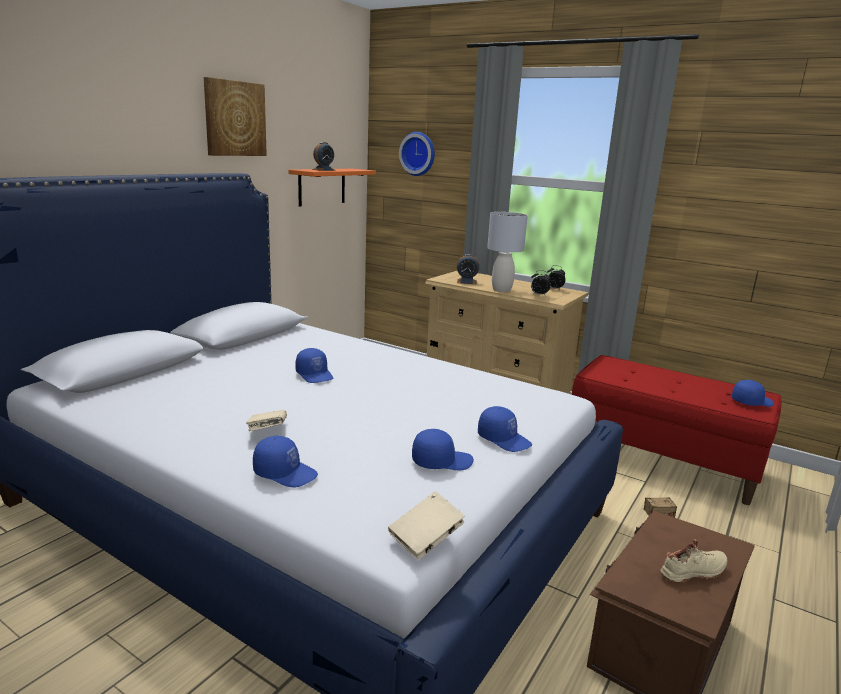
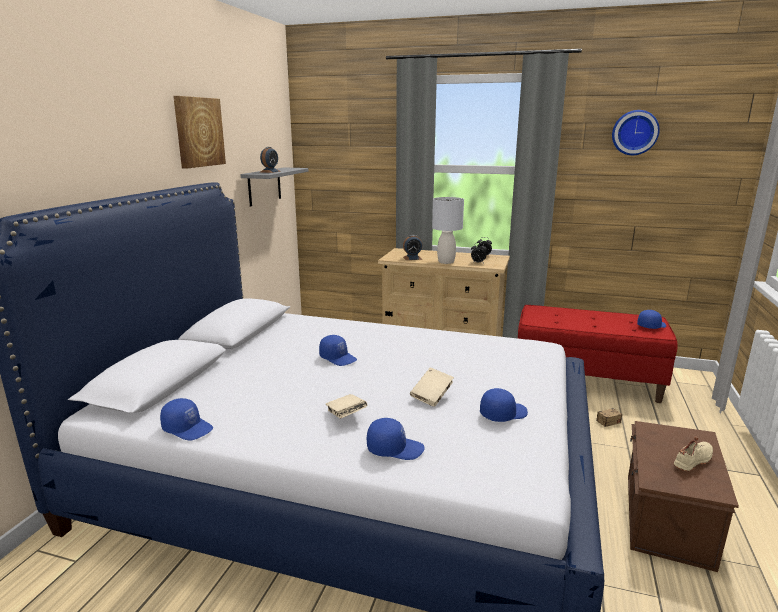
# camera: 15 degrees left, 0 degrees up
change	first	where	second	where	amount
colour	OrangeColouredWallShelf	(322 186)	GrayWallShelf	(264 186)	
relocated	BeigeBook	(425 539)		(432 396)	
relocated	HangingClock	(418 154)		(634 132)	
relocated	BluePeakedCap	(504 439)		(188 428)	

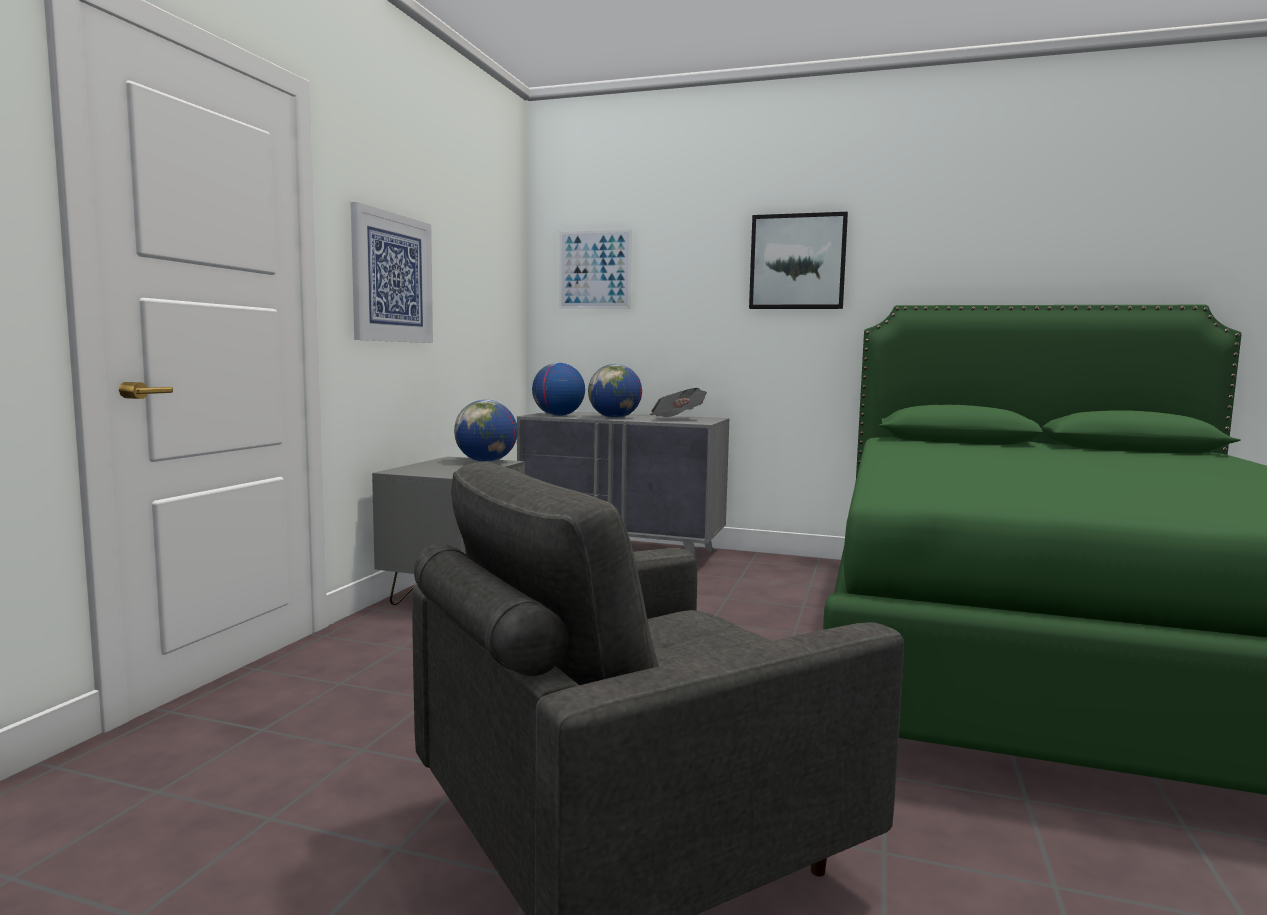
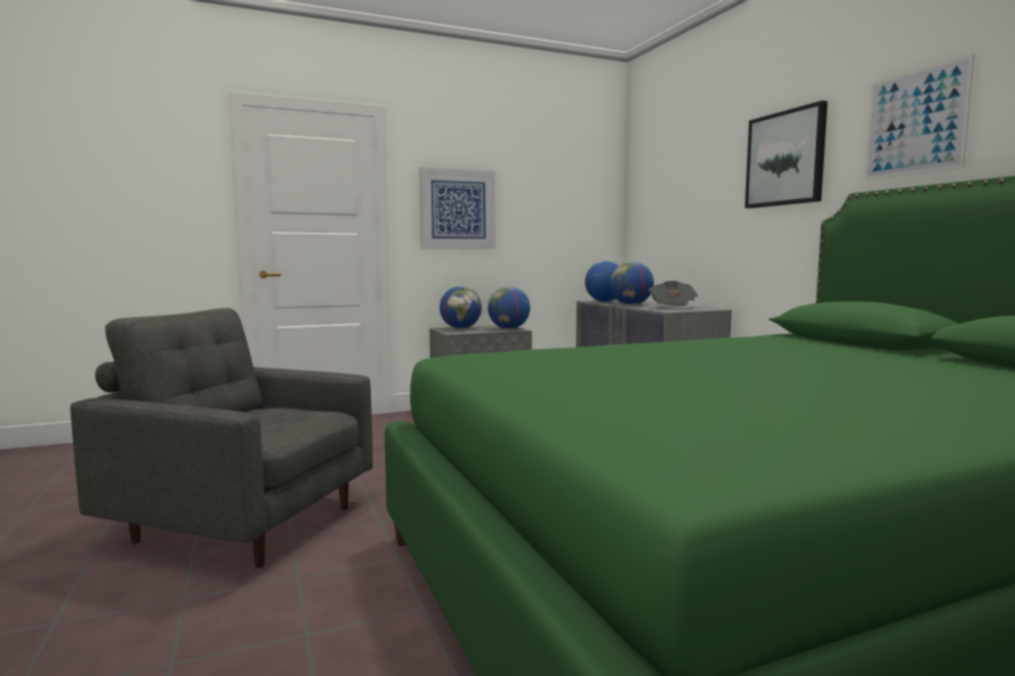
# camera: 50 degrees right, 0 degrees up
change	first	where	second	where	amount
relocated	Picture	(594 270)		(915 122)	
appeared			Globe	(461 328)	

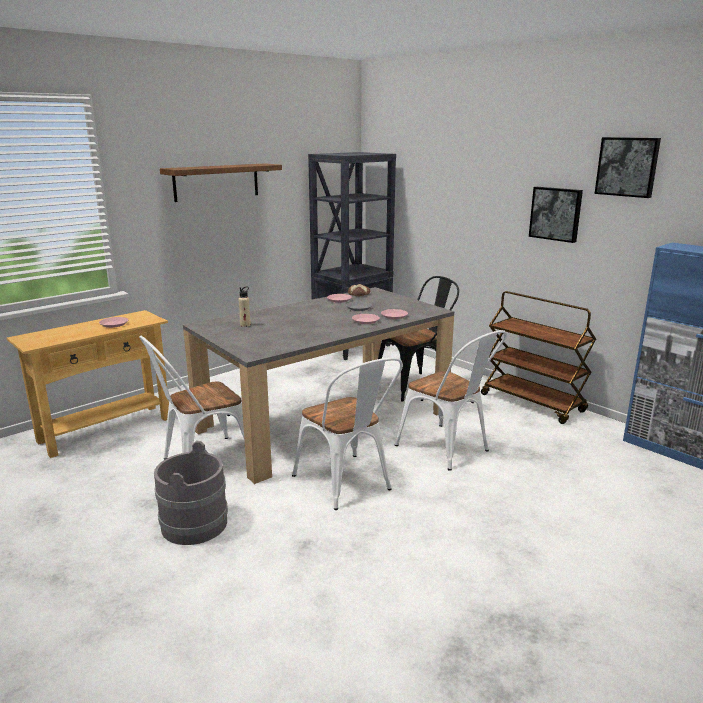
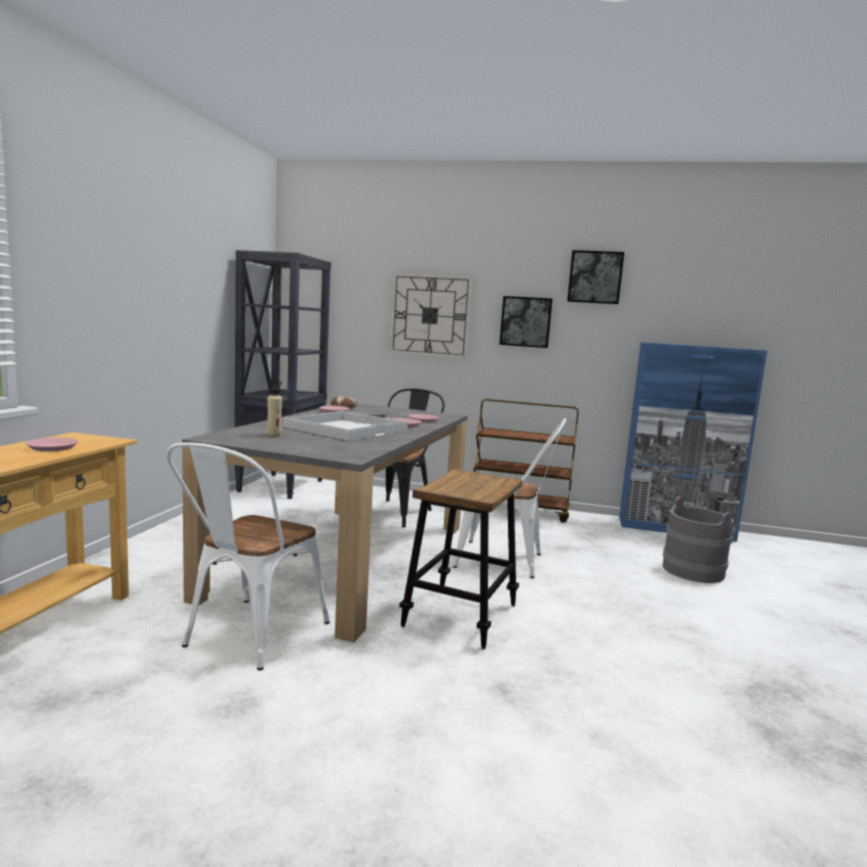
# camera: 35 degrees left, 10 degrees down
change	first	where	second	where	amount
relocated	GrayPail	(194 524)		(693 570)	
missing	WallShelf	(216 182)			
exchanged	WhiteColouredUprightChair	(347 485)	SittingStool	(460 615)	
appeared			WhiteColouredTray	(345 428)	
appeared			HangingClock	(430 315)	

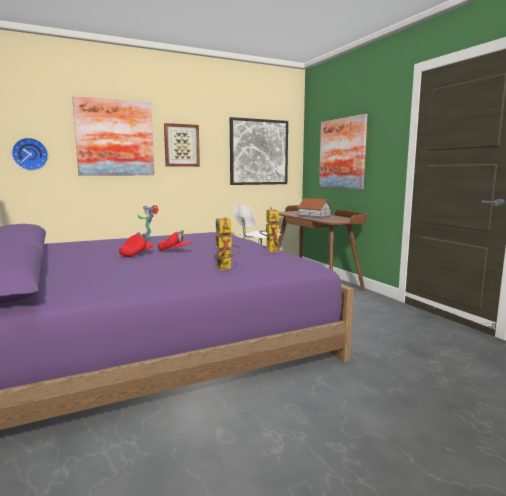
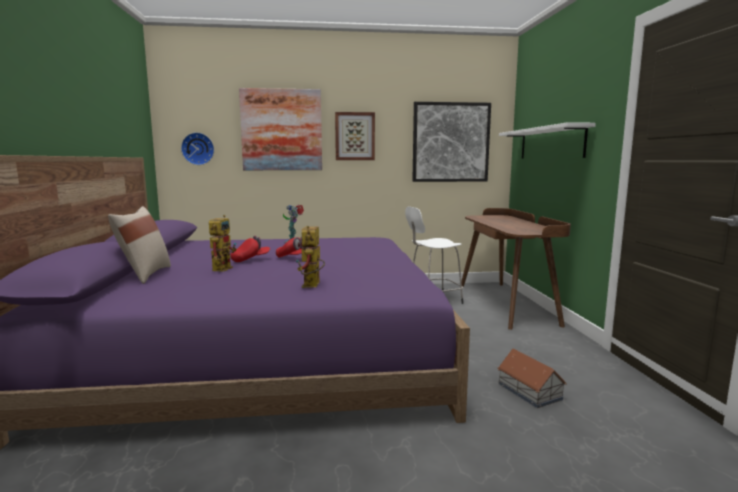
# camera: 20 degrees right, 0 degrees up
change	first	where	second	where	amount
relocated	ToyRobot	(270 249)		(223 268)	
relocated	ModelHouse	(314 217)		(529 391)	
exchanged	Picture	(342 153)	WhiteColouredWallShelf	(550 143)	
appeared			BeigePillow	(144 275)	

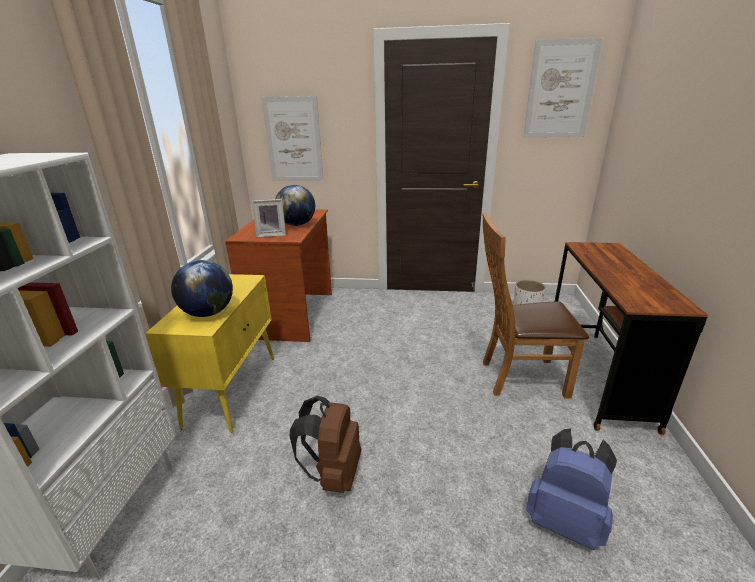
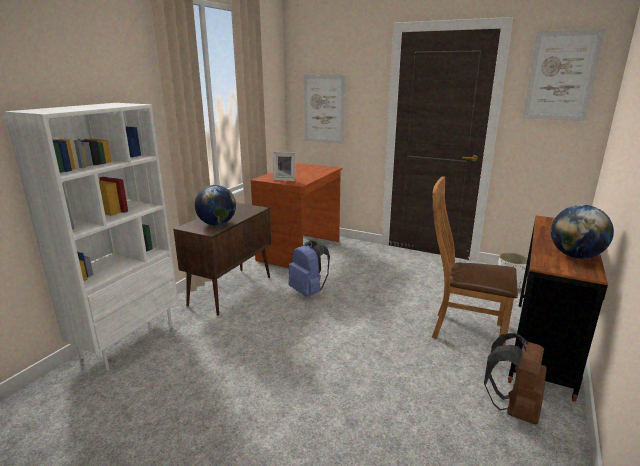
# camera: 20 degrees right, 5 degrees down
change	first	where	second	where	amount
colour	YellowStorageCabinet	(232 389)	BrownColouredStorageCabinet	(231 290)	
relocated	Globe	(297 225)		(575 256)	
relocated	BrownColouredRucksack	(333 473)		(514 408)	
relocated	BlueRucksack	(565 520)		(308 291)	

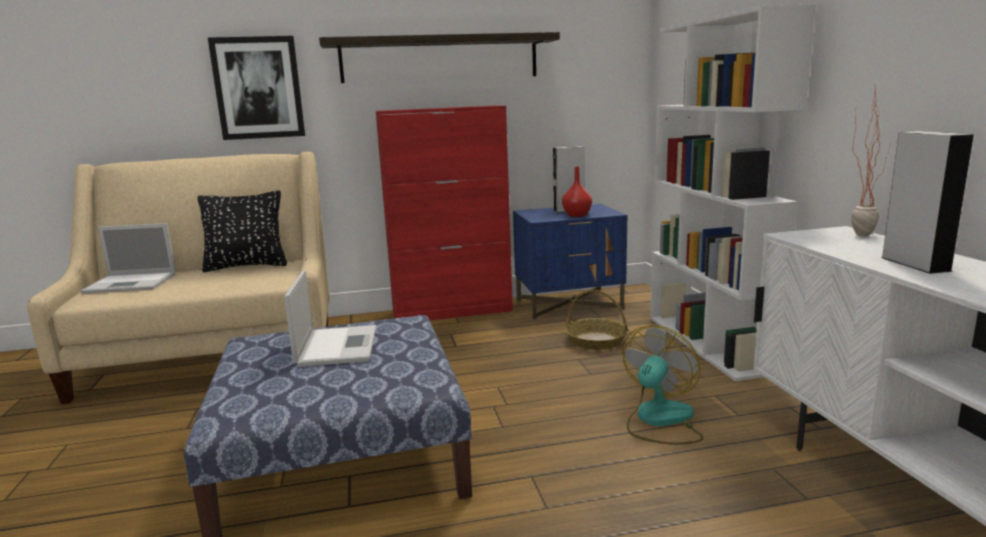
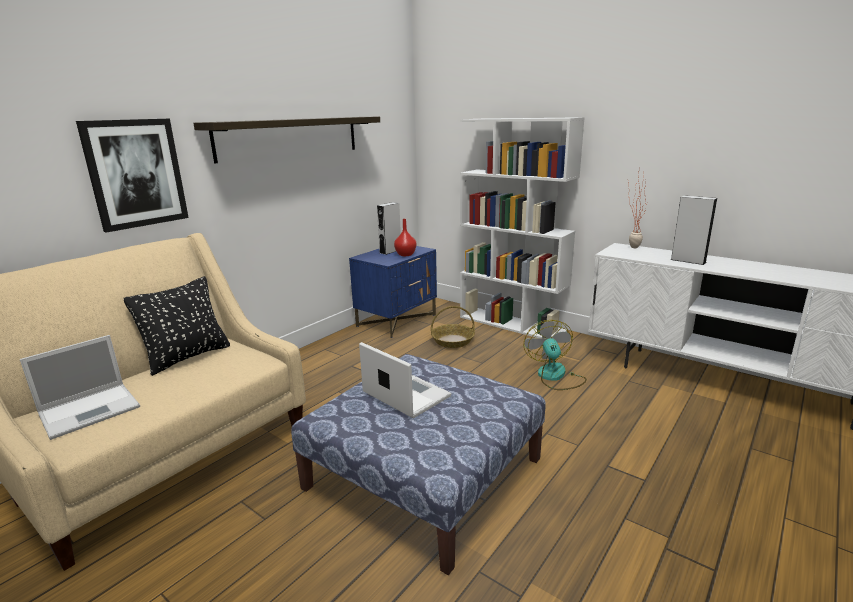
# camera: 40 degrees left, 5 degrees up
change	first	where	second	where	amount
missing	ReddishStorageCabinet	(453 311)			

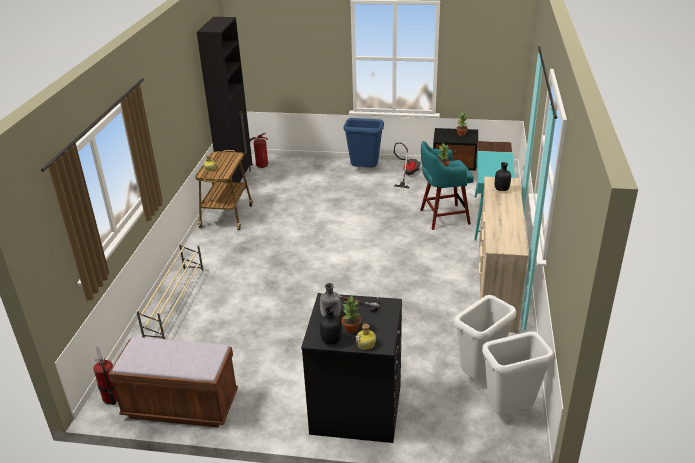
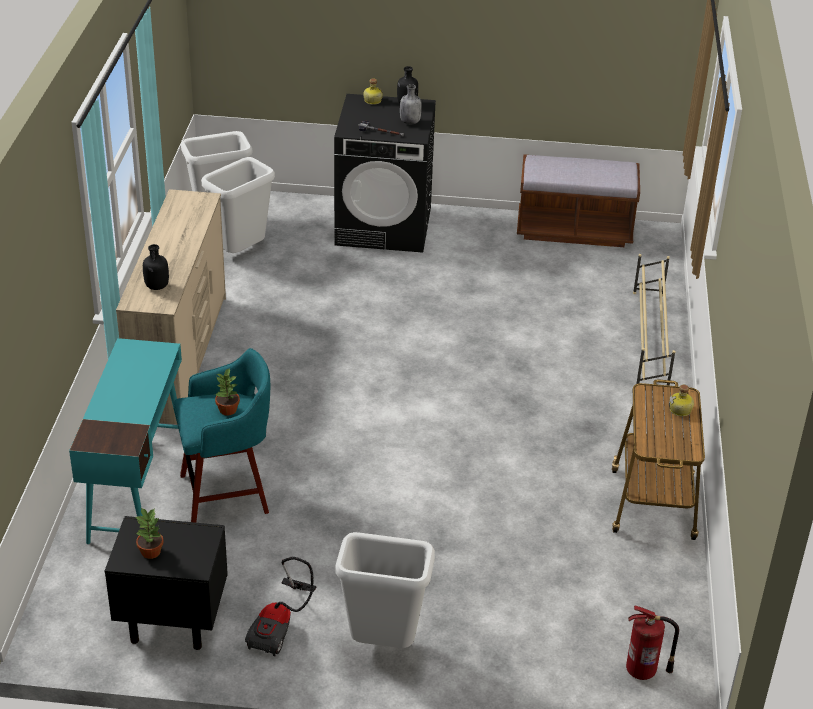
# camera: 175 degrees right, 5 degrees up
change	first	where	second	where	amount
missing	FireFightingCylinder	(111 398)			
missing	BlackishStorageCabinet	(237 180)			
missing	Houseplant	(351 329)			
colour	BlueRubbishBin	(365 170)	WhiteColouredRubbishBin	(382 646)	

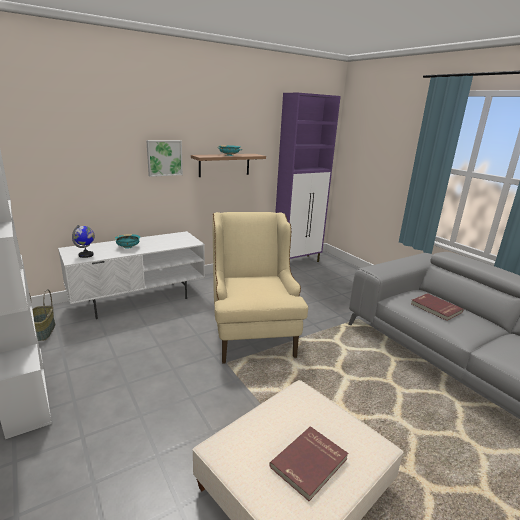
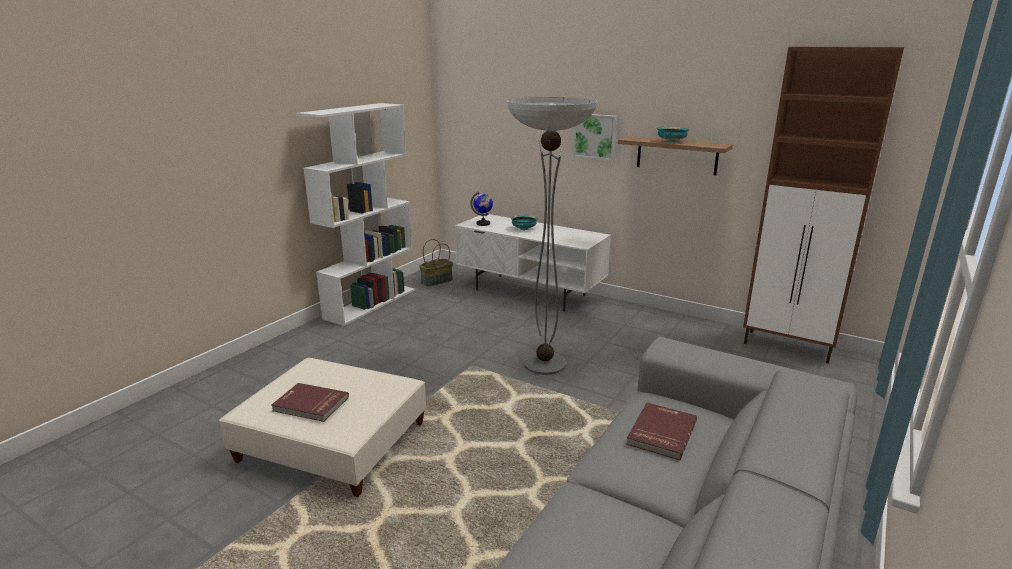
# camera: 65 degrees right, 0 degrees up
change	first	where	second	where	amount
exchanged	BeigeArmchair	(252 331)	StandingLamp	(544 363)	
colour	PurpleColouredStorageCabinet	(297 262)	BrownColouredStorageCabinet	(788 347)	

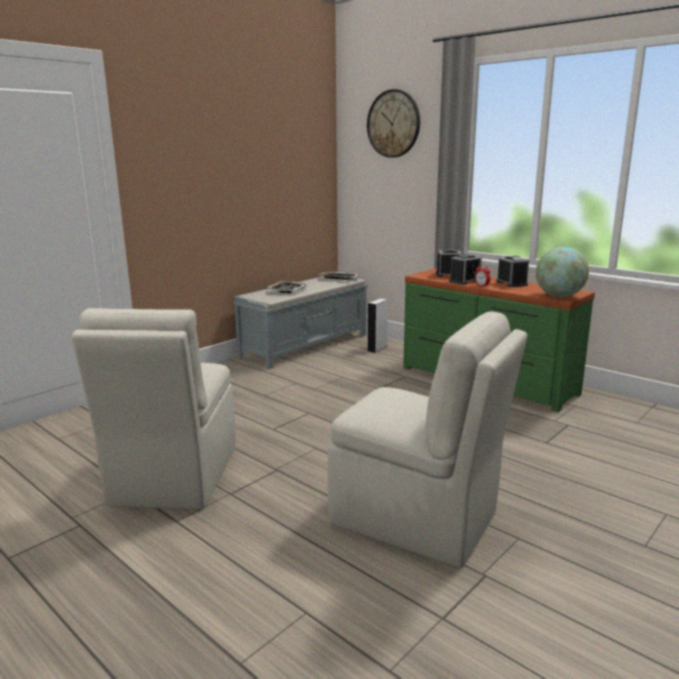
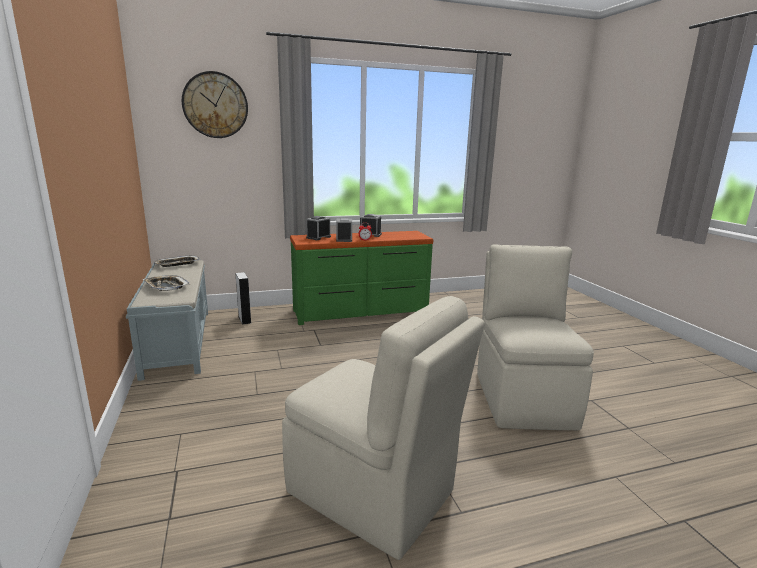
# camera: 60 degrees left, 0 degrees up
change	first	where	second	where	amount
spun	BeigeUprightChair	(418 519)		(523 398)	60 degrees counterclockwise
missing	Globe	(559 296)			

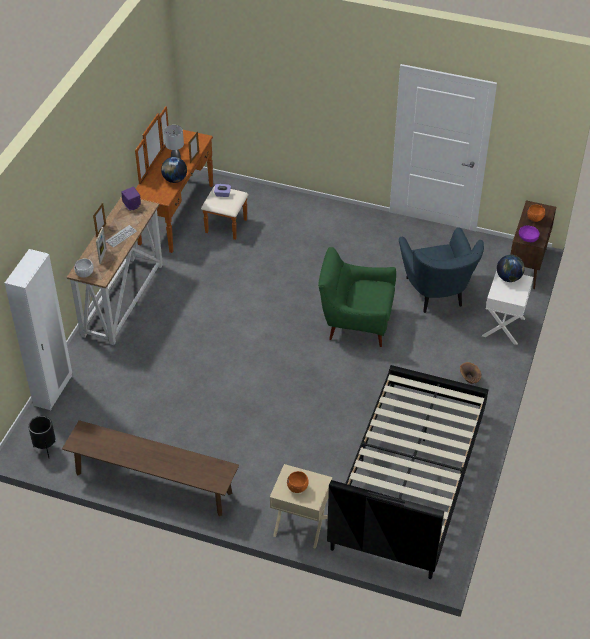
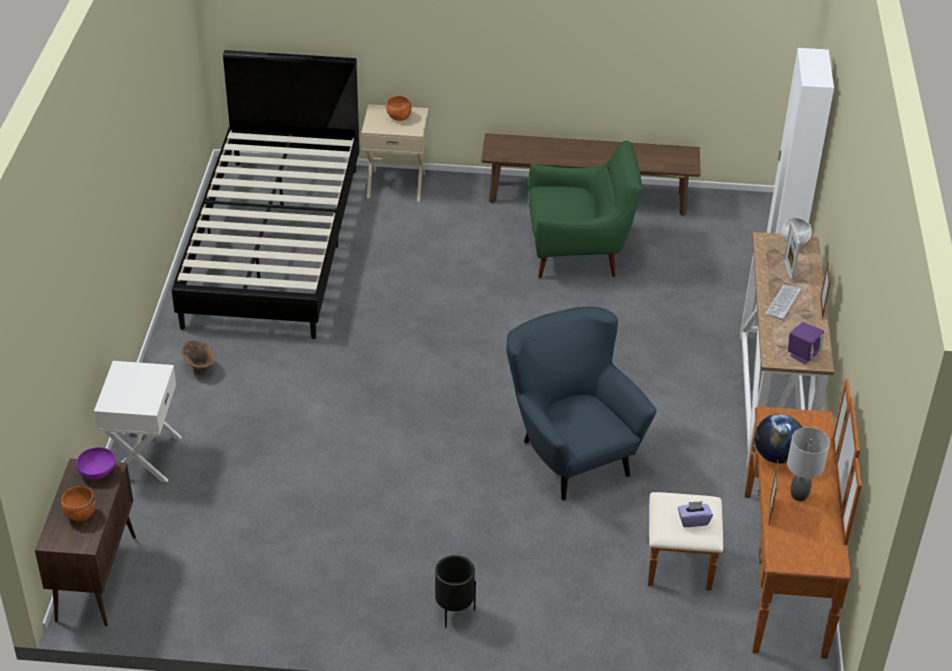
# camera: 165 degrees right, 5 degrees down
change	first	where	second	where	amount
relocated	BlackishFlowerPot	(45 449)		(454 612)	
relocated	GreenishArmchair	(355 323)		(579 252)	
relocated	BlueArmchair	(436 295)		(569 453)	
missing	Globe	(508 278)			

